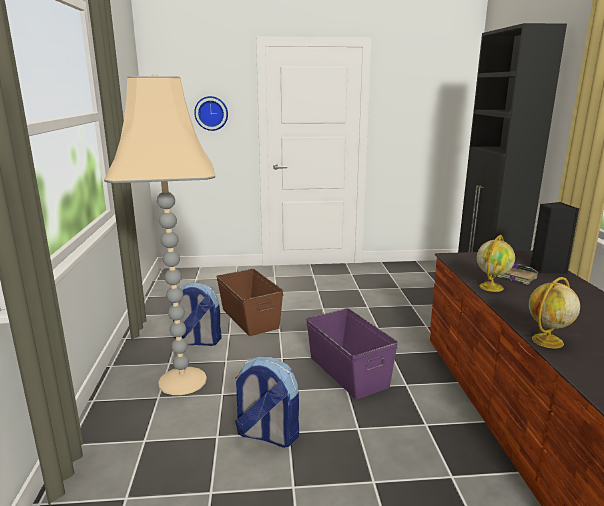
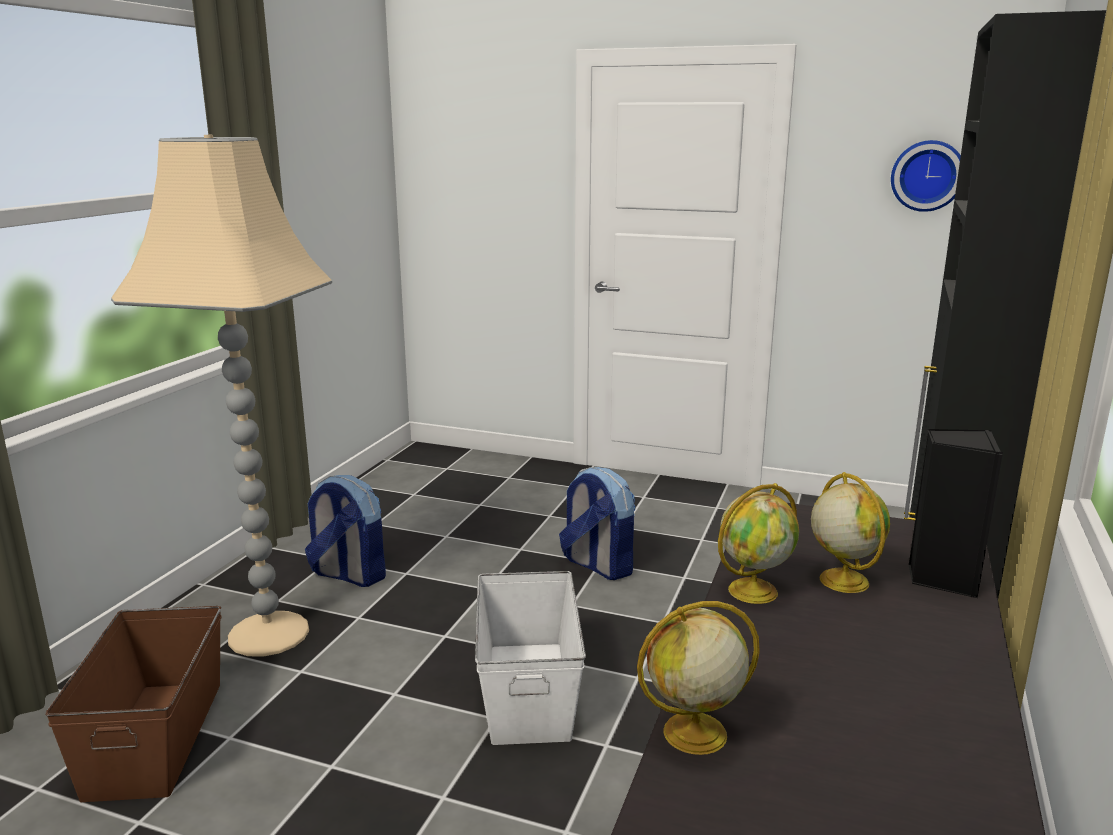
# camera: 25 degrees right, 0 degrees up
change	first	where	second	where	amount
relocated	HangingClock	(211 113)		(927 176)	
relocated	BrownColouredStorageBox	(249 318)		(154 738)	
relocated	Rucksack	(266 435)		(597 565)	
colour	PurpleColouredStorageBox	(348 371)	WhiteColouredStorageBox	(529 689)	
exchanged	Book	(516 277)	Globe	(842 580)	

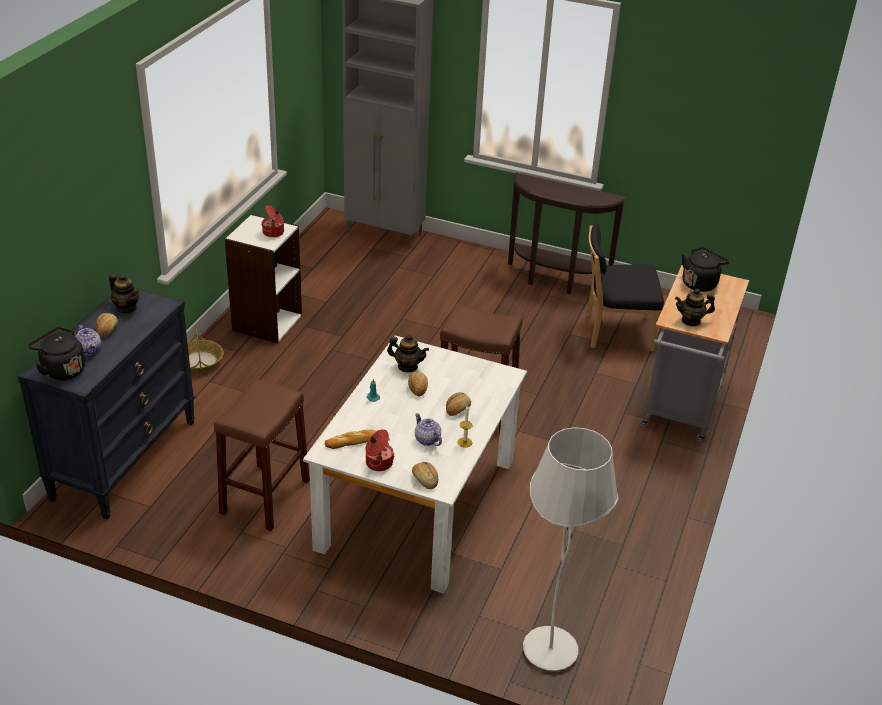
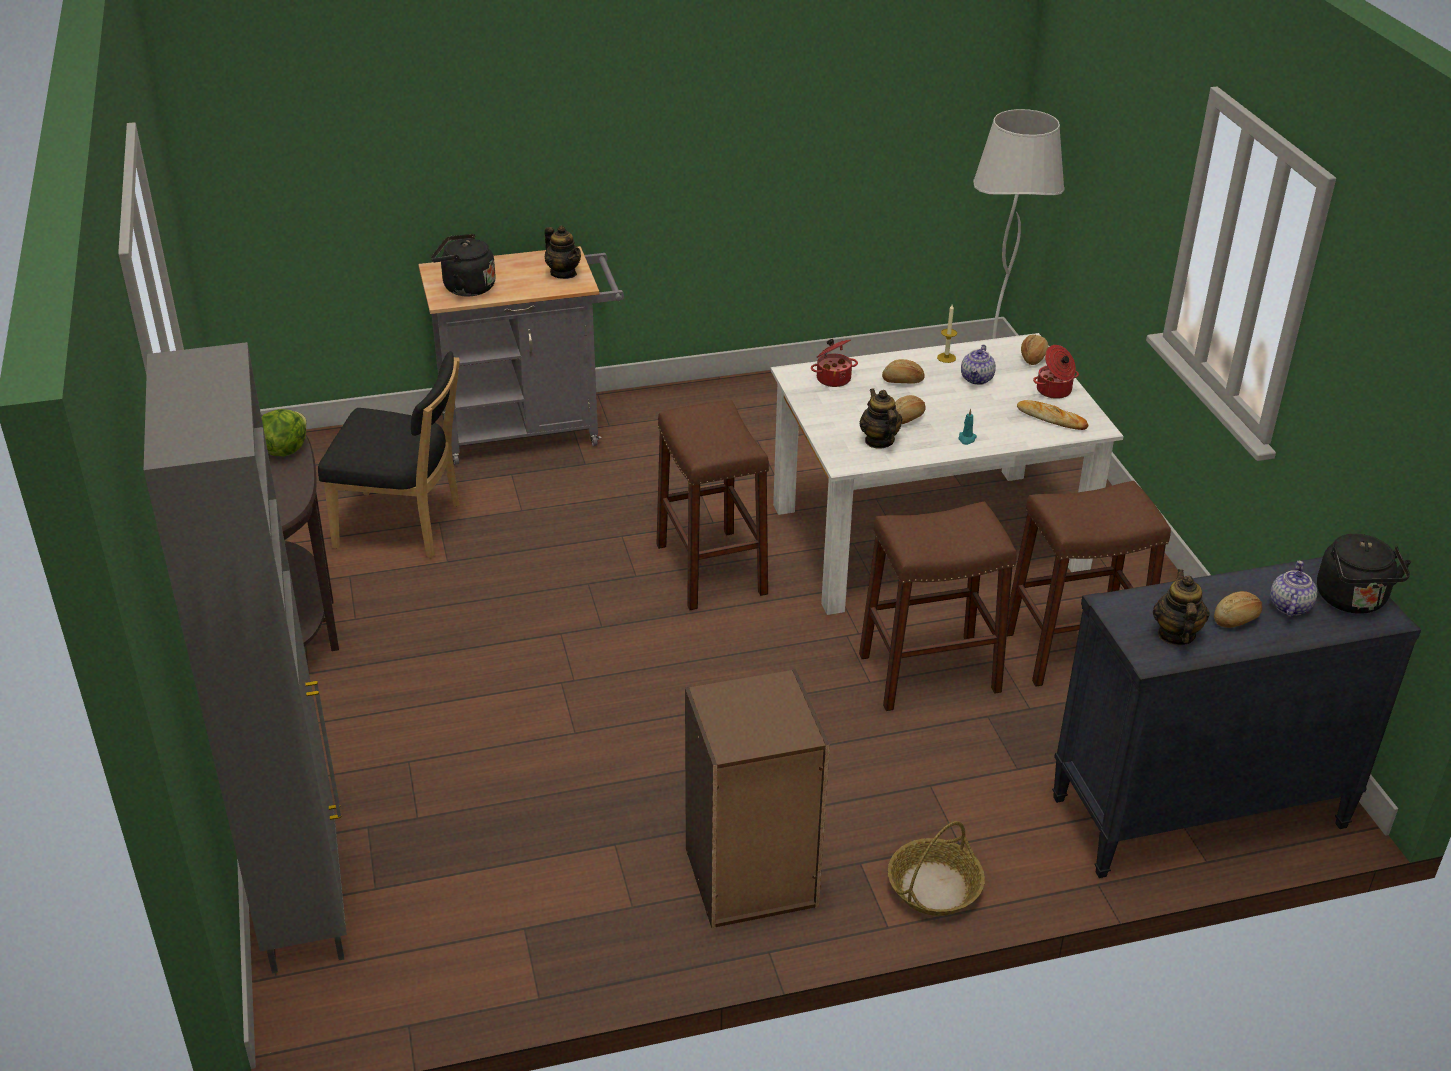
# camera: 125 degrees left, 0 degrees up
change	first	where	second	where	amount
colour	WhiteColouredBookcase	(266 322)	BrownColouredBookcase	(751 878)	
relocated	CookingPot	(274 232)		(833 378)	
spun	BlackishUprightChair	(614 332)		(404 526)	45 degrees counterclockwise
appeared			Lettuce	(284 449)	
appeared			BrownColouredSittingStool	(929 673)	

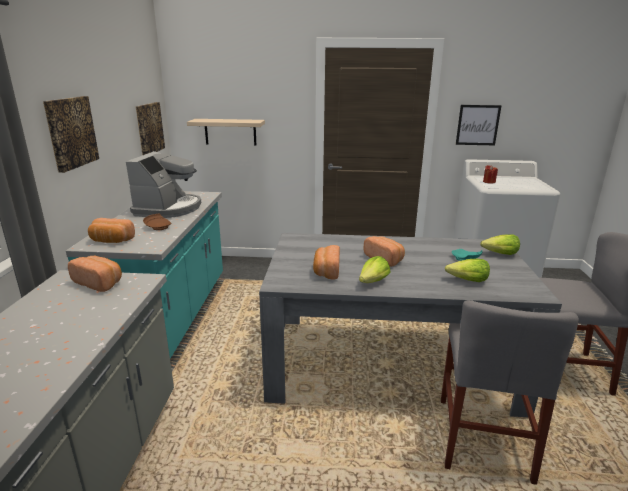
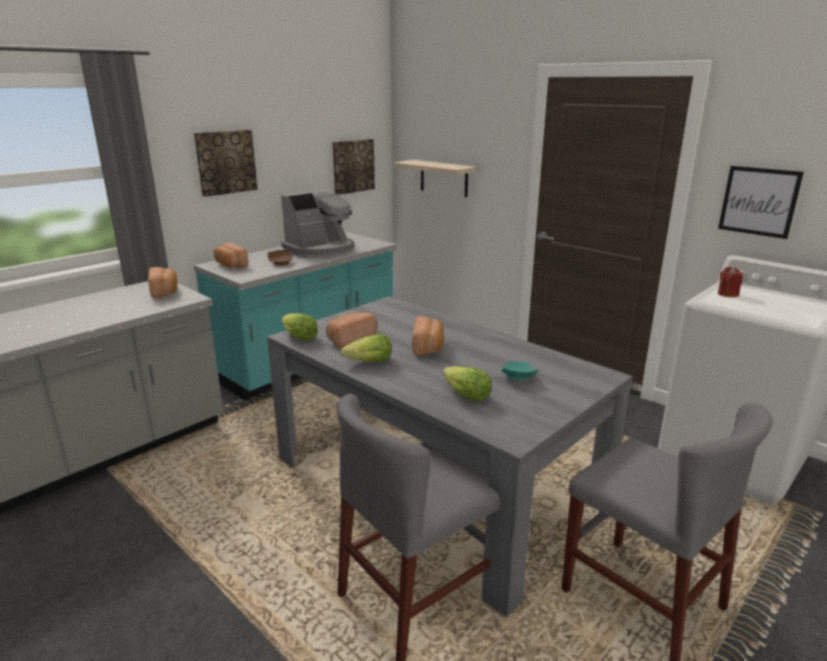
# camera: 40 degrees right, 0 degrees up
change	first	where	second	where	amount
relocated	Lettuce	(500 254)		(299 337)	

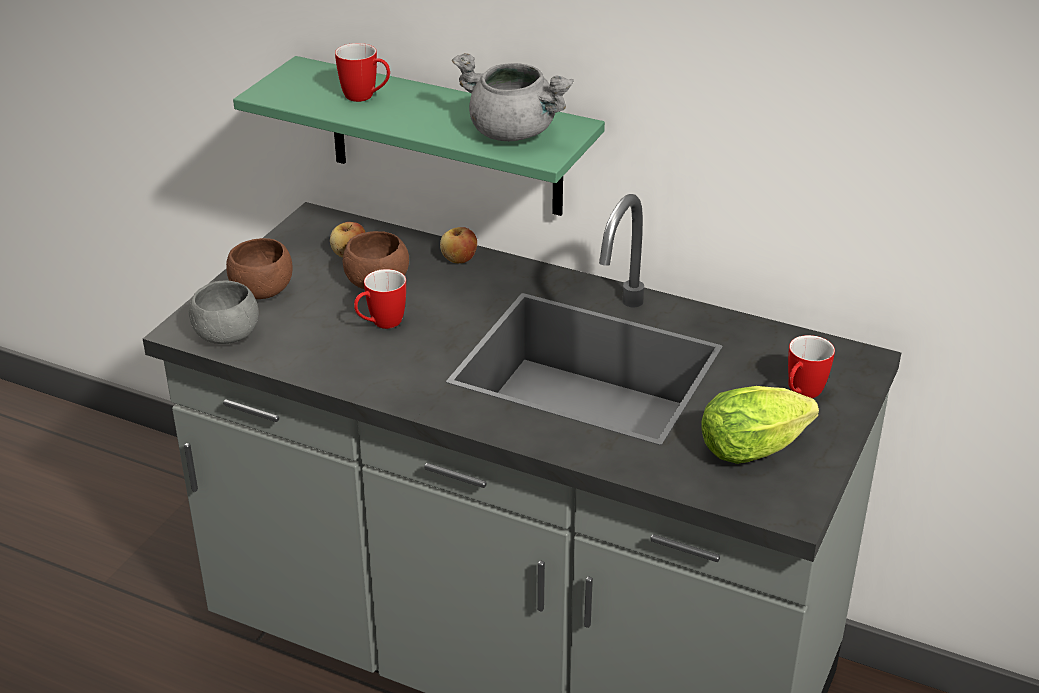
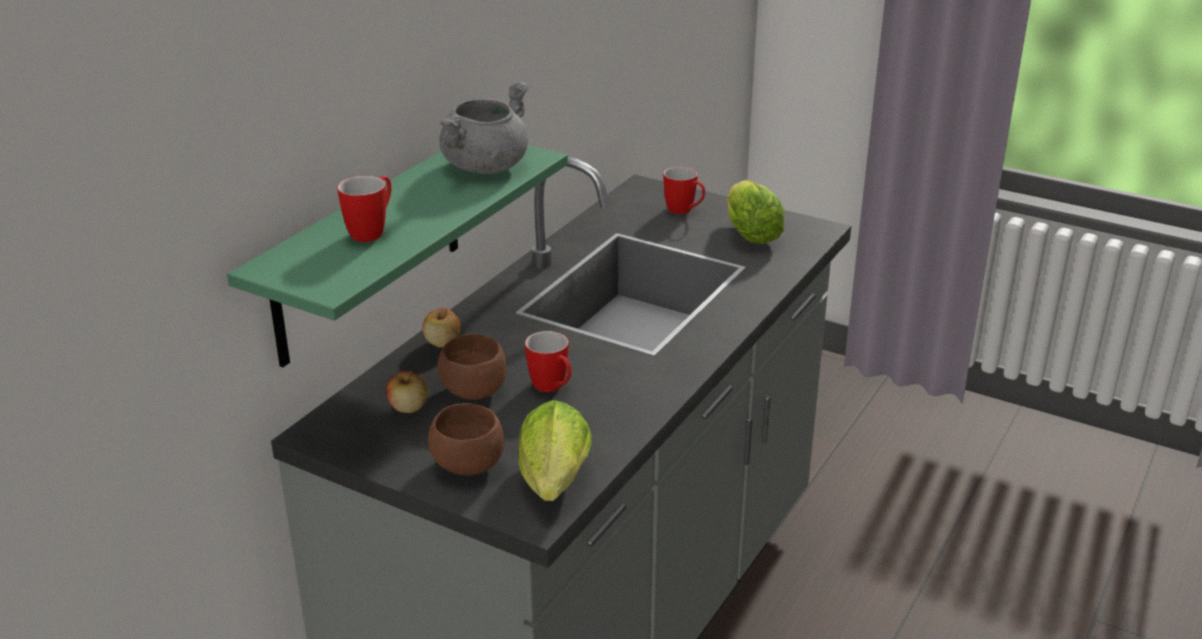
# camera: 85 degrees left, 5 degrees down
change	first	where	second	where	amount
exchanged	GrayServingBowl	(227 335)	Lettuce	(553 485)	

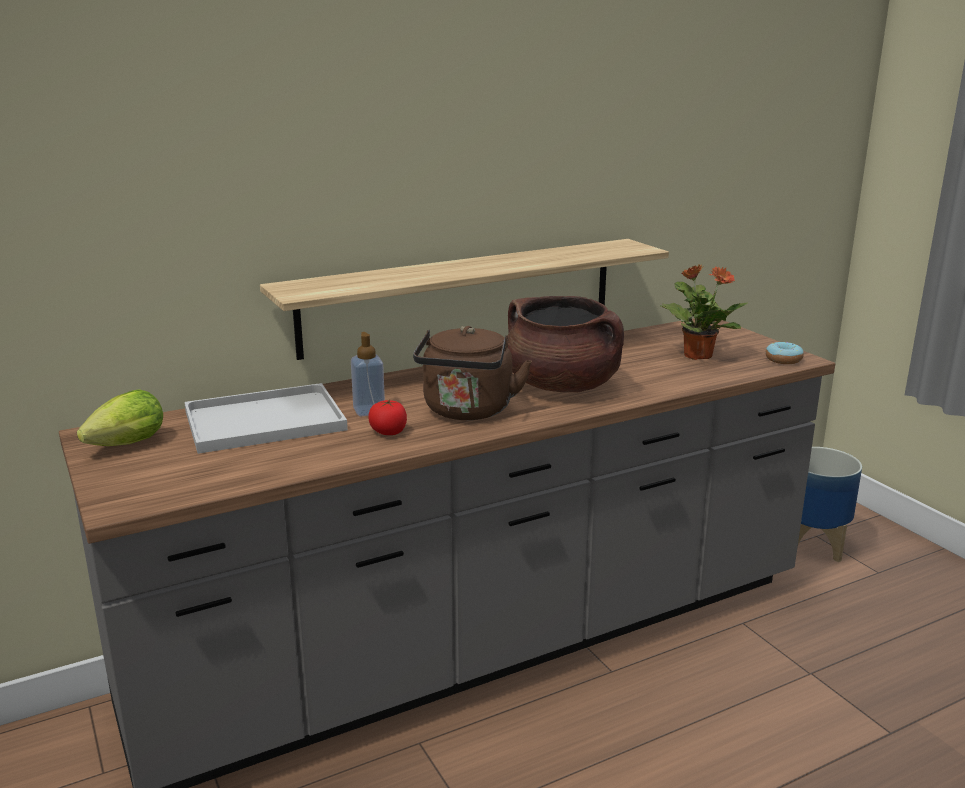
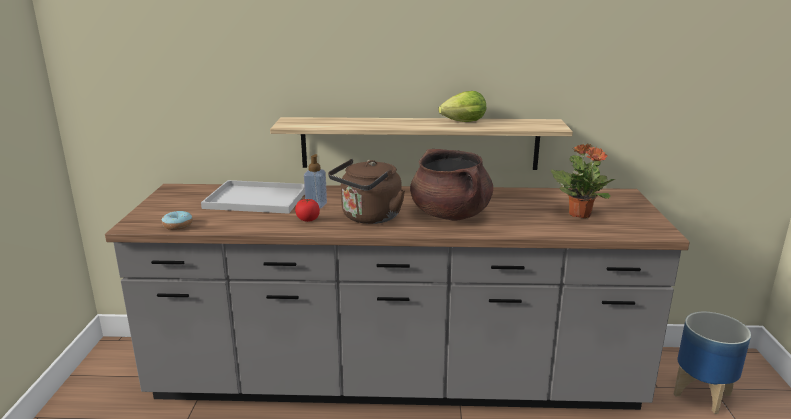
# camera: 30 degrees right, 0 degrees up
change	first	where	second	where	amount
relocated	Lettuce	(123 446)		(461 122)	
relocated	Donut	(783 360)		(177 225)	

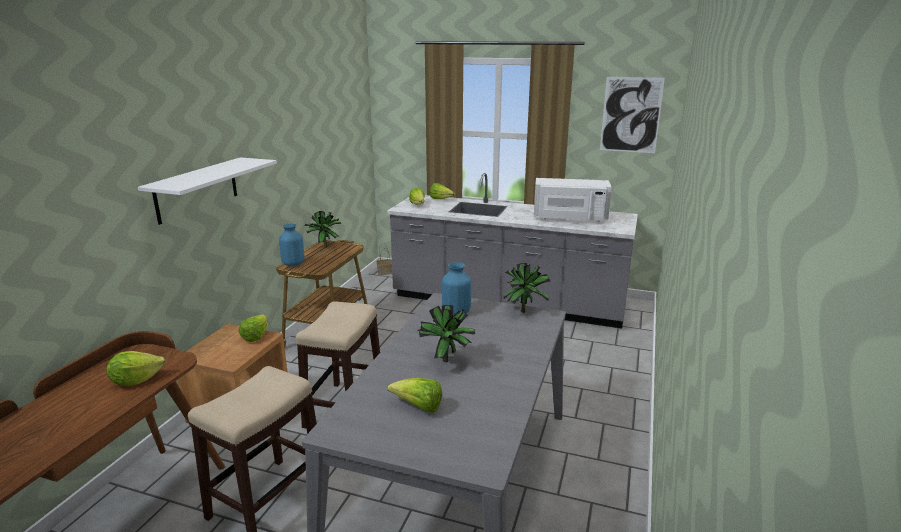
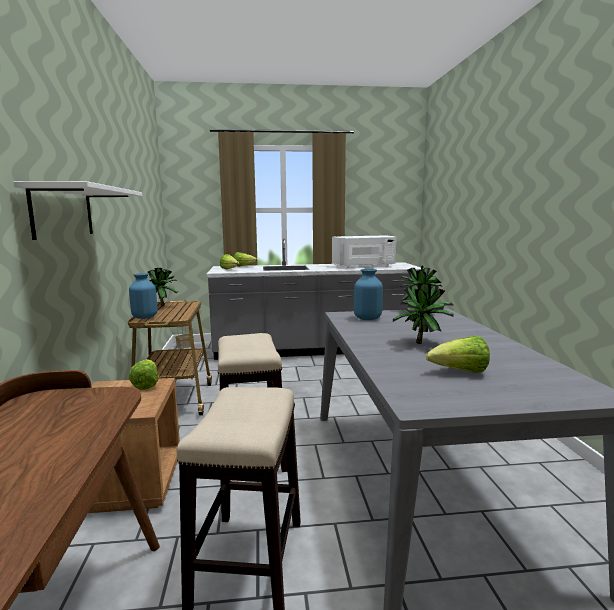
# camera: 25 degrees left, 10 degrees down
change	first	where	second	where	amount
missing	Lettuce	(136 380)			
missing	Picture	(631 115)			

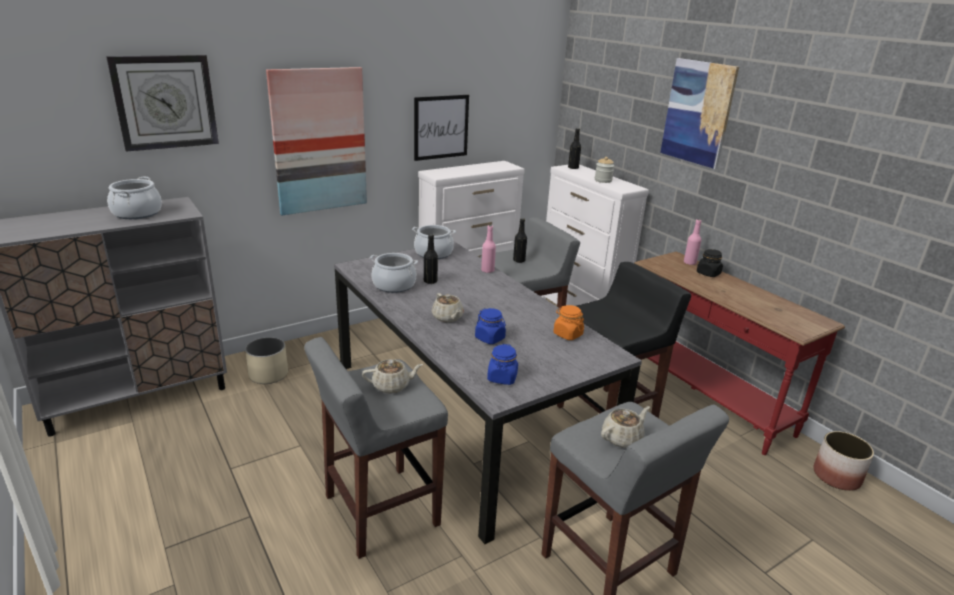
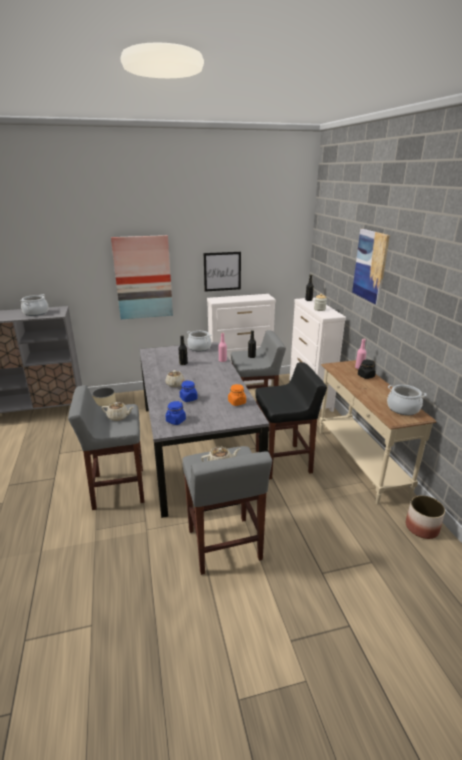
# camera: 20 degrees right, 0 degrees up
change	first	where	second	where	amount
missing	HangingClock	(165 102)			
relocated	CookingPot	(394 285)		(403 408)	
colour	ReddishNarrowTable	(703 398)	BeigeNarrowTable	(359 461)	

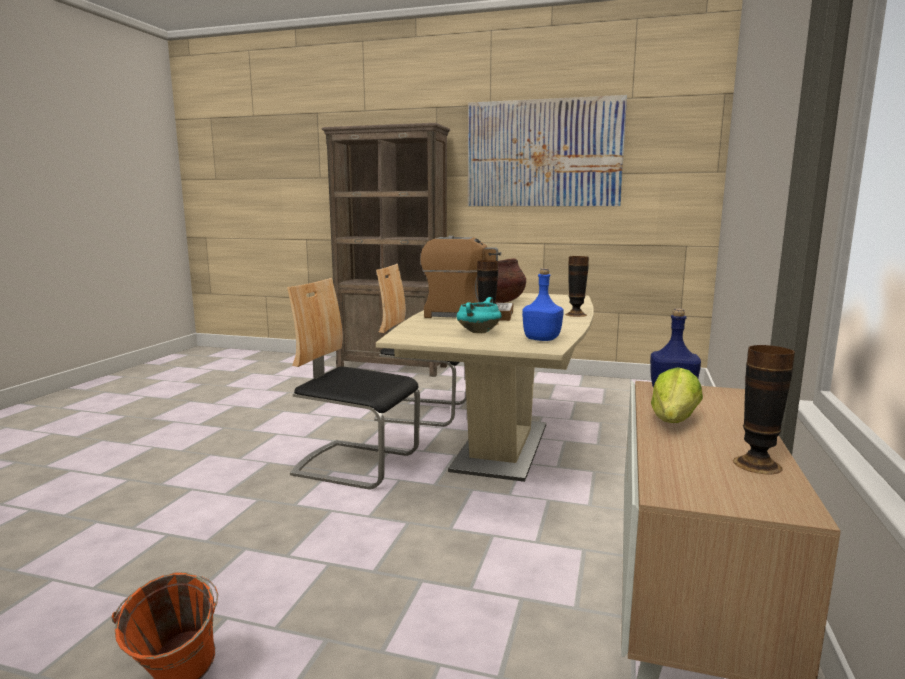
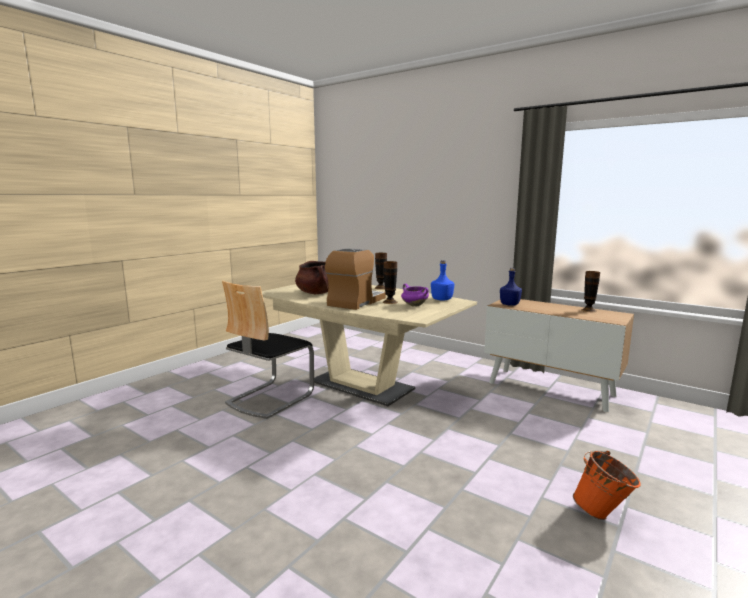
# camera: 70 degrees left, 0 degrees up
change	first	where	second	where	amount
missing	UprightChair	(356 464)			
missing	BrownColouredBookcase	(393 367)			
colour	TurquoiseColouredCookingPot	(478 332)	PurpleColouredCookingPot	(414 305)	
missing	Picture	(543 153)			
missing	Lettuce	(673 421)			

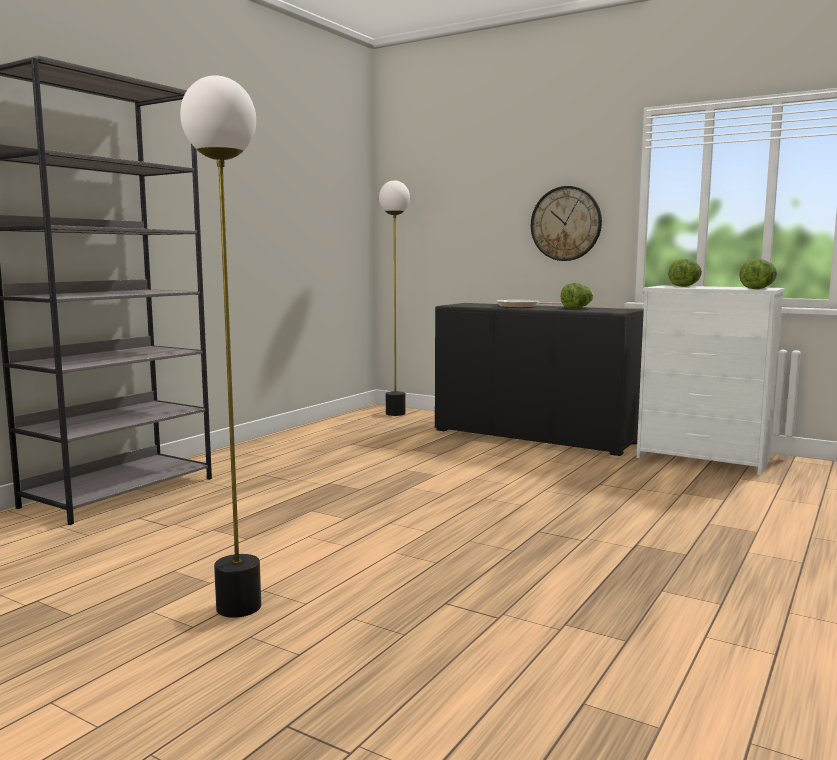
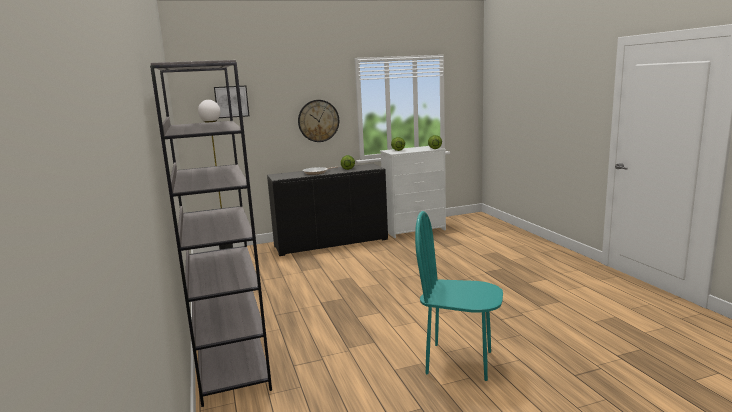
# camera: 50 degrees left, 5 degrees up
change	first	where	second	where	amount
exchanged	StandingLamp	(239 607)	TurquoiseColouredUprightChair	(459 362)	
appeared			Picture	(231 101)	

